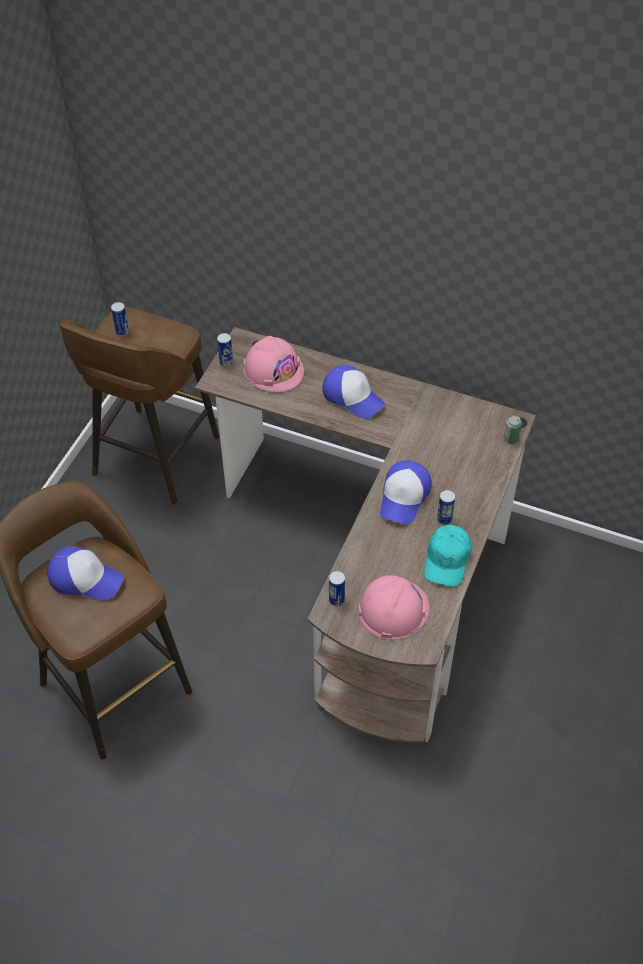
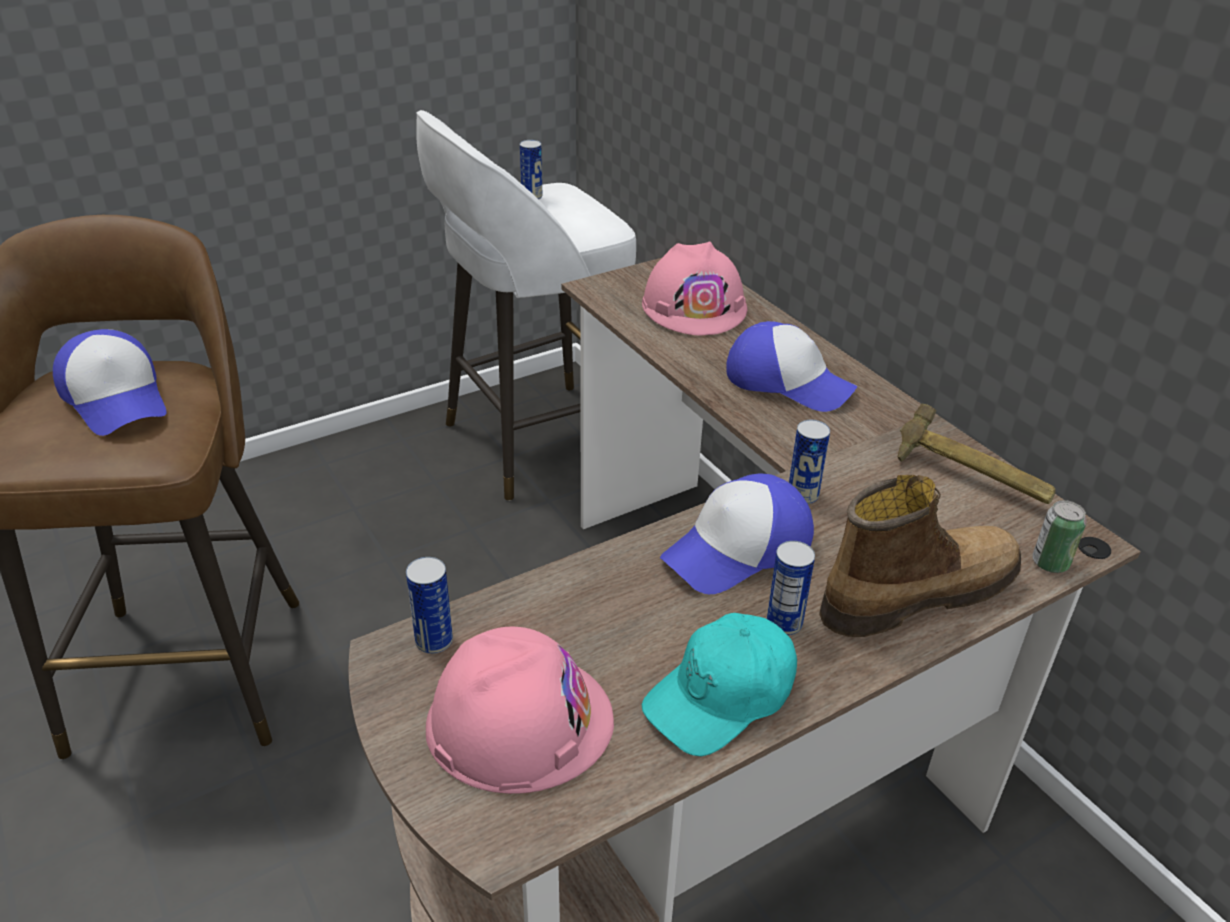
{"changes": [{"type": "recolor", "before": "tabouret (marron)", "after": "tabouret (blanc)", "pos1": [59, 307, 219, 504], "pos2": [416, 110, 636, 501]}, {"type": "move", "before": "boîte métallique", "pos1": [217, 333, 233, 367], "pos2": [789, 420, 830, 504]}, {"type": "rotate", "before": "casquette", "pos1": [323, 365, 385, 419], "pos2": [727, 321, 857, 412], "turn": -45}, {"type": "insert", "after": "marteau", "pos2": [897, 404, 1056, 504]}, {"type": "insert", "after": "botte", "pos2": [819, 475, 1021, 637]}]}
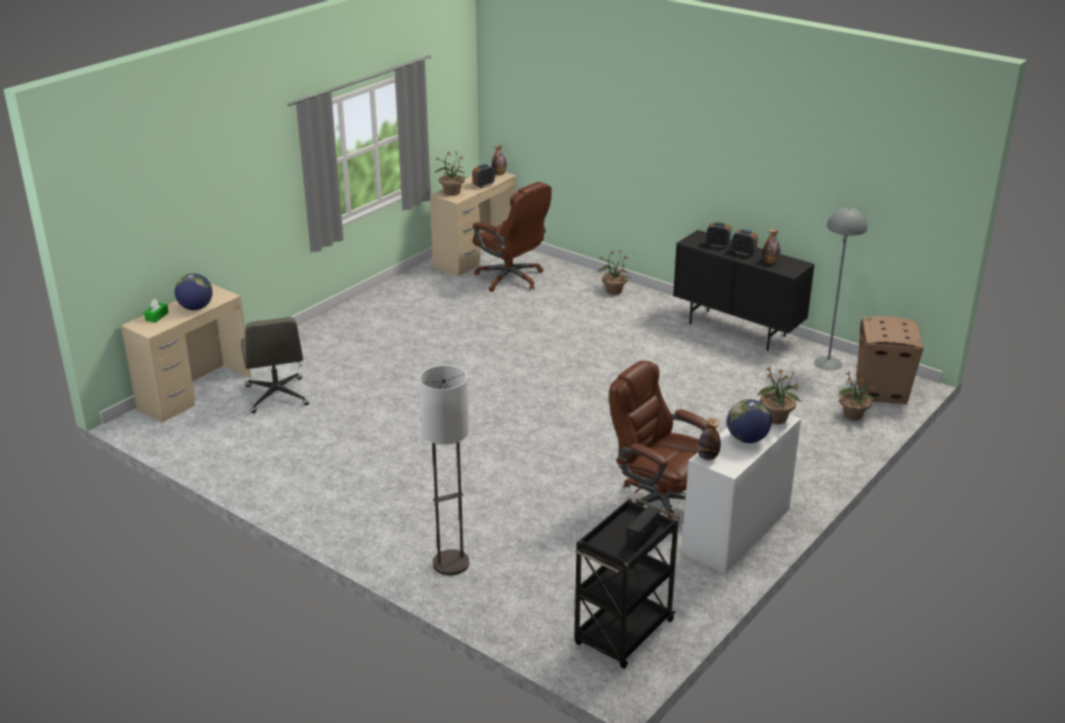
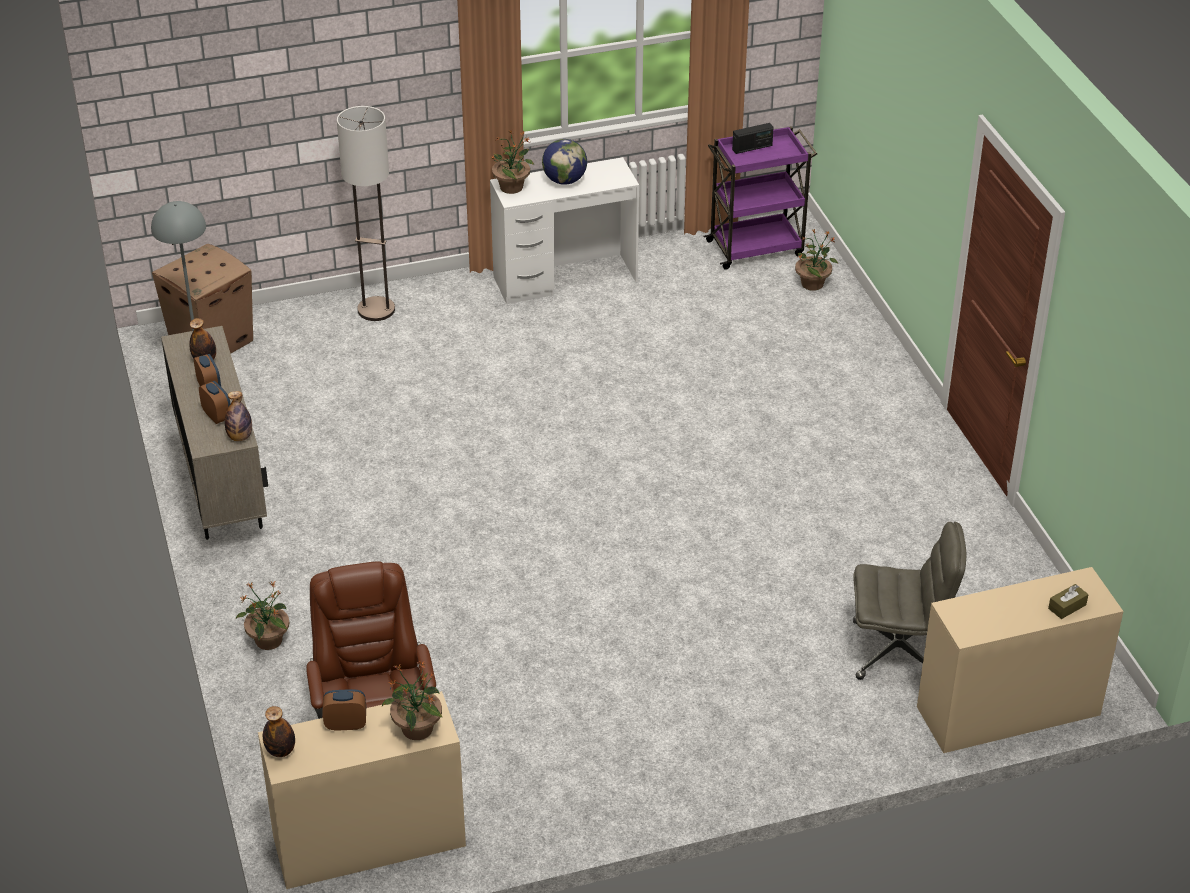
{"changes": [{"type": "recolor", "before": "meuble de rangement (noir)", "after": "meuble de rangement (beige)", "pos1": [673, 230, 815, 351], "pos2": [161, 326, 268, 540]}, {"type": "delete", "before": "globe", "pos1": [175, 273, 213, 310]}, {"type": "recolor", "before": "boîte à mouchoirs (vert)", "after": "boîte à mouchoirs (marron)", "pos1": [144, 299, 169, 323], "pos2": [1048, 584, 1088, 619]}, {"type": "rotate", "before": "chaise de bureau (gris)", "pos1": [241, 317, 309, 413], "pos2": [853, 522, 967, 680], "turn": 75}, {"type": "delete", "before": "chaise de bureau (marron)", "pos1": [609, 361, 708, 534]}, {"type": "move", "before": "lampadaire", "pos1": [419, 365, 469, 575], "pos2": [337, 106, 395, 321]}, {"type": "move", "before": "plante en pot", "pos1": [838, 372, 876, 420], "pos2": [795, 229, 838, 291]}, {"type": "move", "before": "bouteille", "pos1": [697, 418, 721, 461], "pos2": [225, 391, 252, 441]}, {"type": "recolor", "before": "chariot (noir)", "after": "chariot (violet)", "pos1": [574, 498, 680, 669], "pos2": [703, 126, 817, 270]}]}
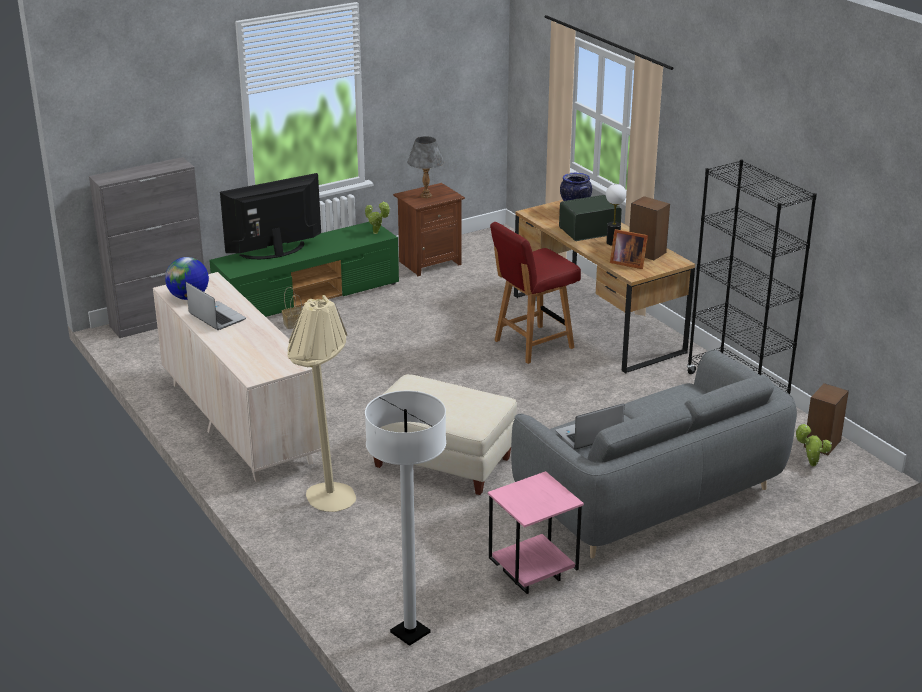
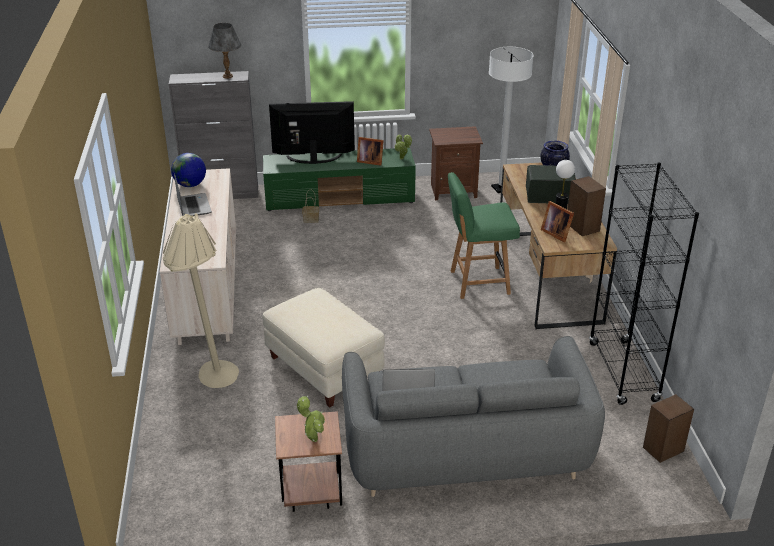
{"changes": [{"type": "move", "before": "lampe de table (gris)", "pos1": [407, 136, 444, 198], "pos2": [208, 23, 241, 79]}, {"type": "recolor", "before": "chaise (rouge)", "after": "chaise (vert)", "pos1": [490, 222, 581, 364], "pos2": [448, 172, 520, 299]}, {"type": "move", "before": "lampadaire (blanc)", "pos1": [365, 391, 446, 646], "pos2": [489, 47, 534, 193]}, {"type": "move", "before": "plante en pot", "pos1": [795, 423, 832, 466], "pos2": [297, 396, 325, 442]}, {"type": "recolor", "before": "table d'appoint (rose)", "after": "table d'appoint (marron)", "pos1": [488, 471, 584, 594], "pos2": [275, 411, 342, 512]}, {"type": "insert", "after": "cadre photo", "pos2": [357, 137, 384, 166]}]}
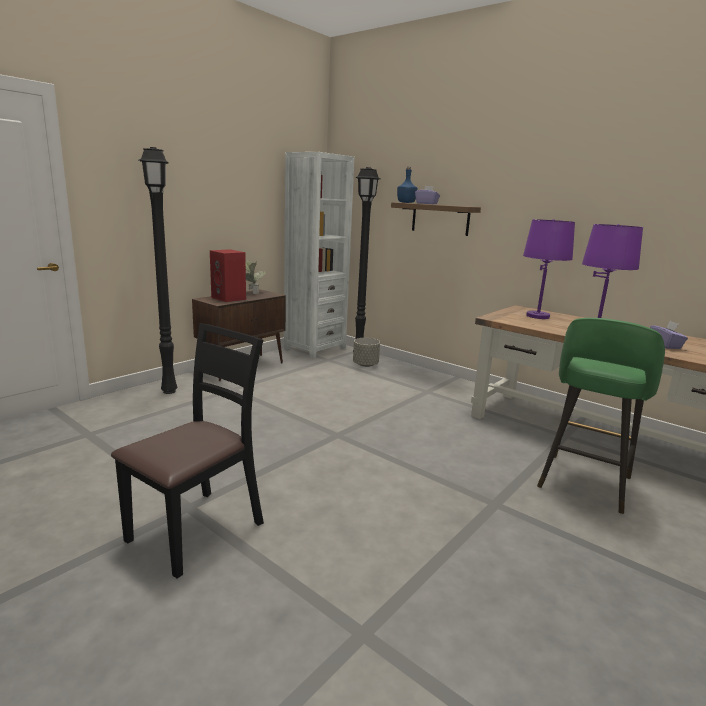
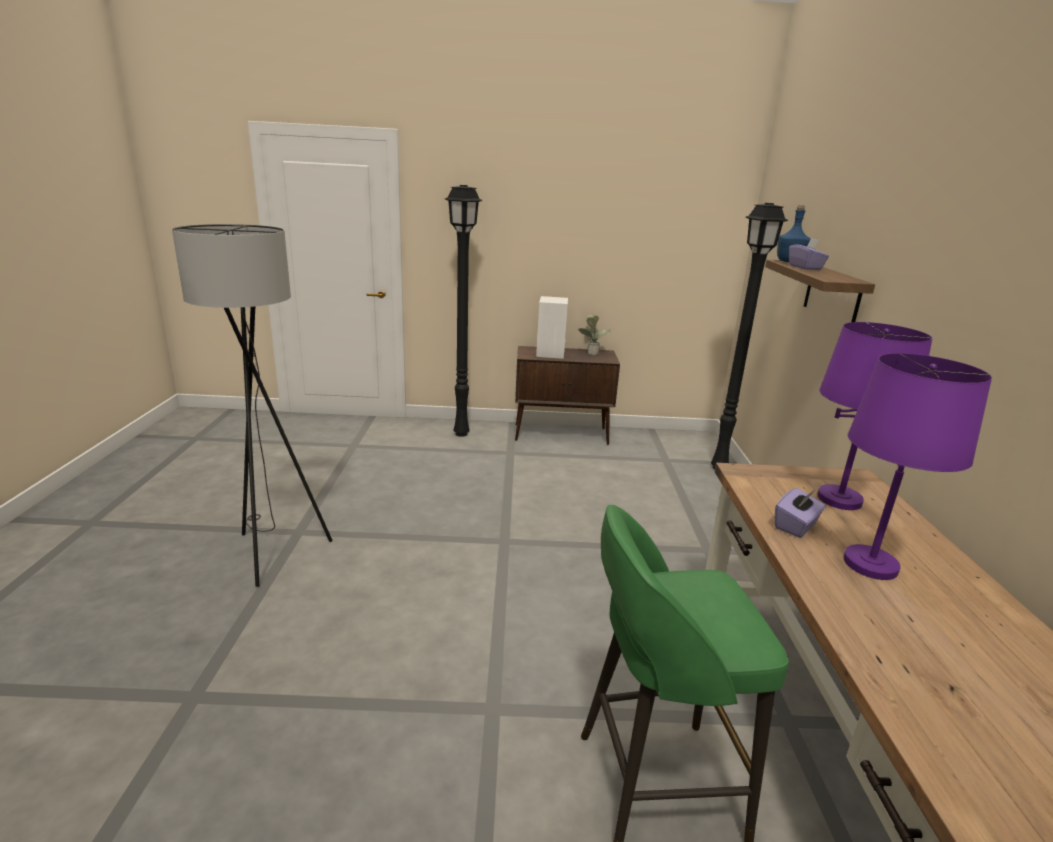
{"changes": [{"type": "delete", "before": "bibliothèque (blanc)", "pos1": [284, 152, 354, 358]}, {"type": "recolor", "before": "enceinte (rouge)", "after": "enceinte (blanc)", "pos1": [210, 249, 246, 302], "pos2": [536, 296, 568, 359]}, {"type": "move", "before": "boîte à mouchoirs (violet)", "pos1": [650, 321, 688, 349], "pos2": [775, 488, 826, 538]}, {"type": "replace", "before": "chaise (noir)", "after": "lampadaire (gris)", "pos1": [111, 323, 264, 579], "pos2": [172, 224, 333, 587]}, {"type": "delete", "before": "cache-pot (gris)", "pos1": [353, 338, 380, 367]}]}
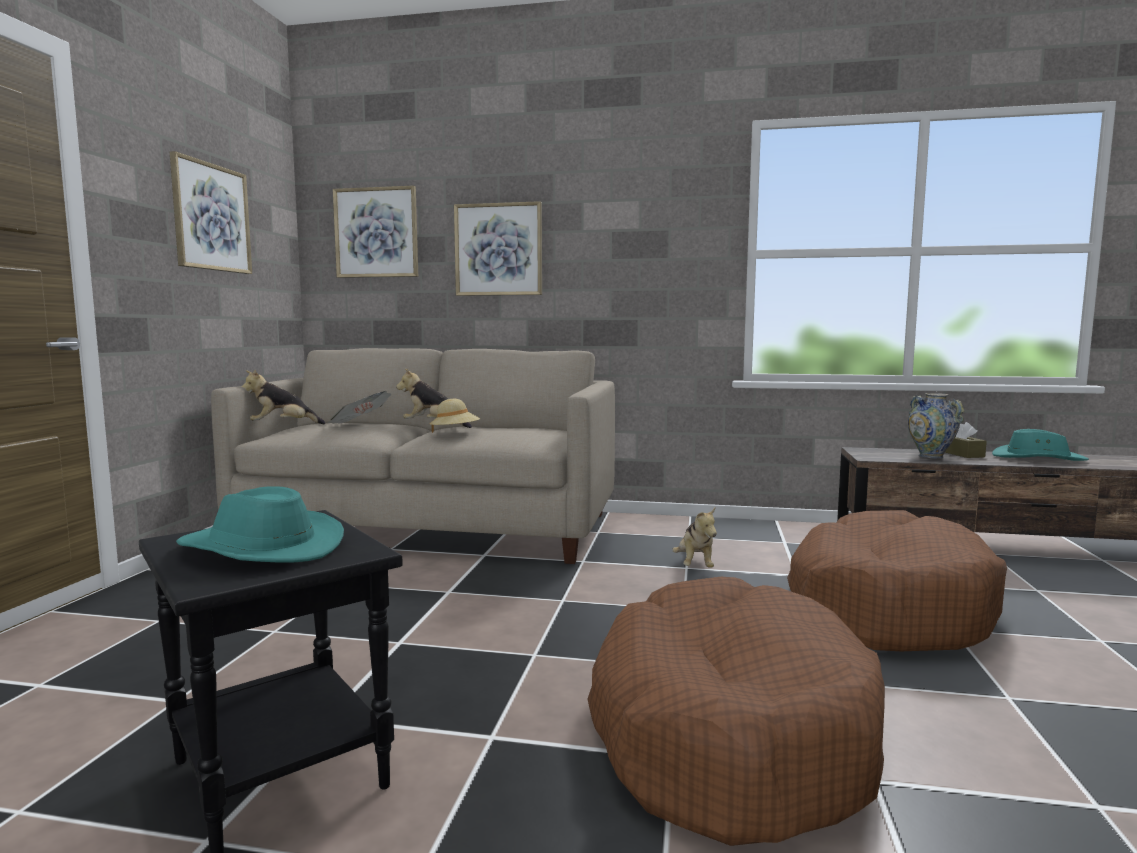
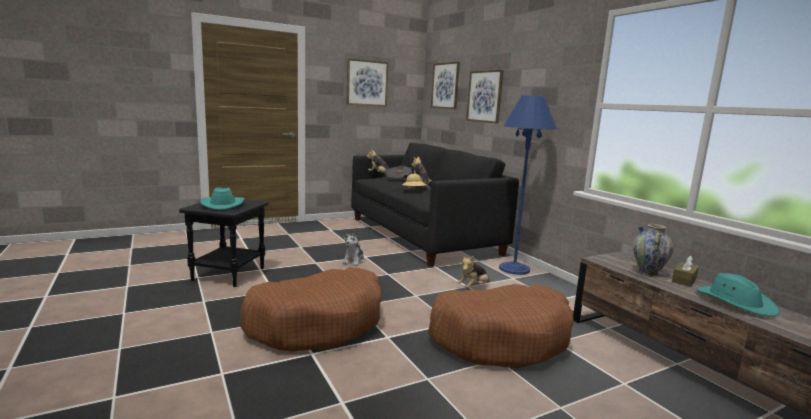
{"changes": [{"type": "recolor", "before": "canapé (beige)", "after": "canapé (noir)", "pos1": [211, 348, 615, 564], "pos2": [351, 143, 519, 267]}, {"type": "insert", "after": "lampadaire (bleu)", "pos2": [499, 95, 557, 275]}, {"type": "insert", "after": "peluche", "pos2": [343, 230, 365, 266]}]}
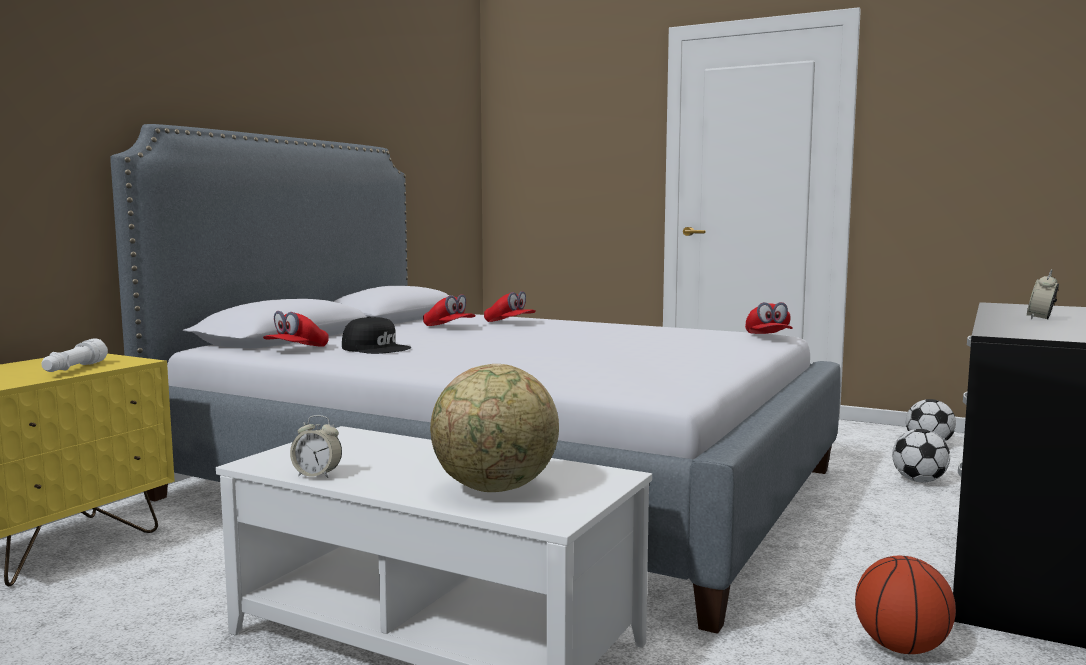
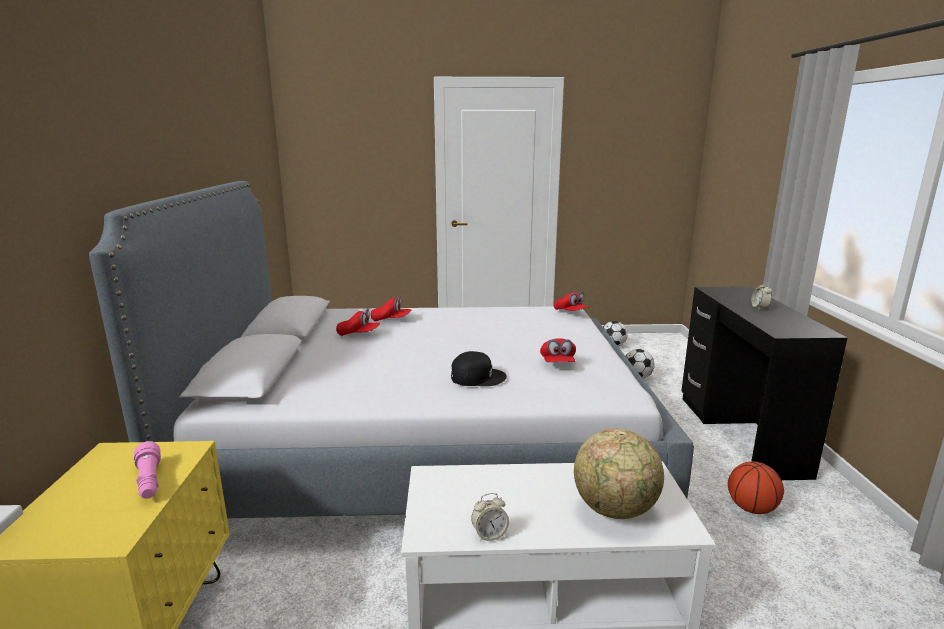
{"changes": [{"type": "move", "before": "casquette (rouge)", "pos1": [263, 311, 329, 347], "pos2": [540, 338, 576, 362]}, {"type": "move", "before": "casquette (noir)", "pos1": [342, 316, 411, 354], "pos2": [451, 351, 507, 386]}, {"type": "recolor", "before": "lampe de poche (blanc)", "after": "lampe de poche (rose)", "pos1": [41, 339, 108, 372], "pos2": [134, 441, 161, 499]}]}
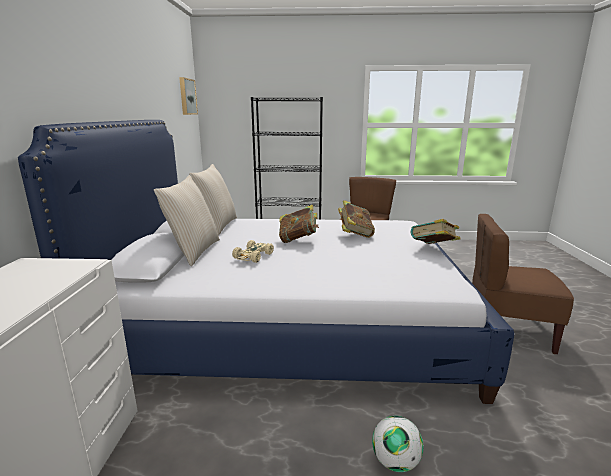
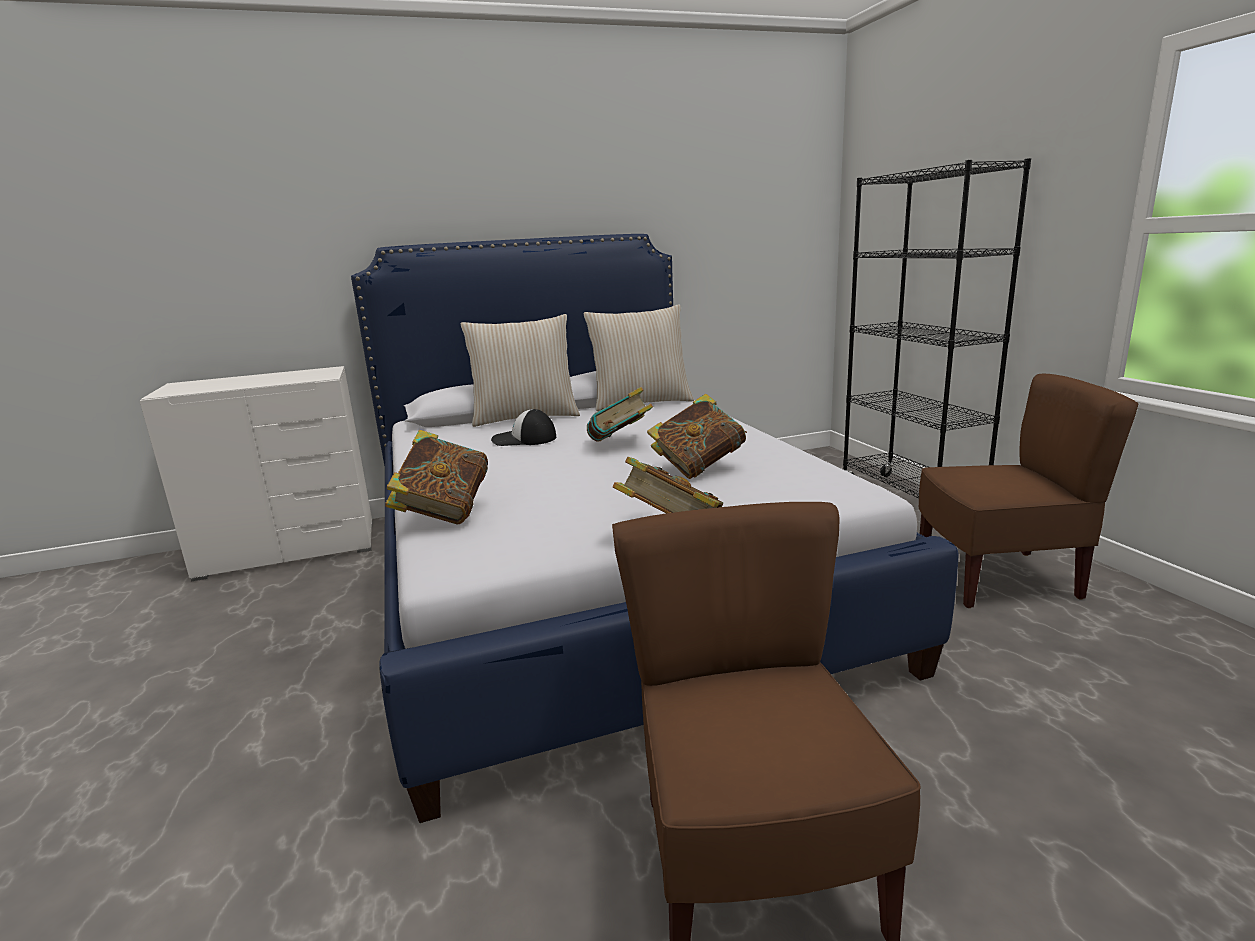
{"changes": [{"type": "delete", "before": "tableau", "pos1": [179, 77, 198, 115]}, {"type": "replace", "before": "petite voiture (beige)", "after": "casquette", "pos1": [232, 240, 274, 263], "pos2": [491, 409, 556, 446]}, {"type": "delete", "before": "ballon de foot", "pos1": [372, 416, 424, 472]}, {"type": "insert", "after": "livre", "pos2": [385, 430, 488, 524]}]}
